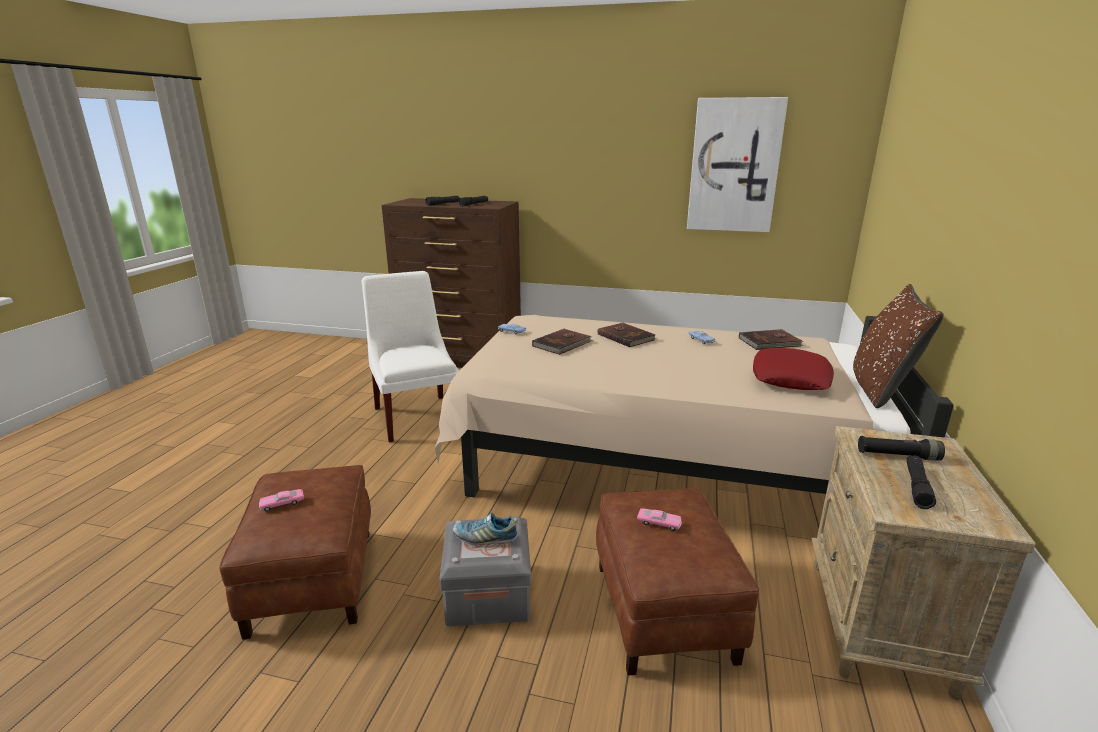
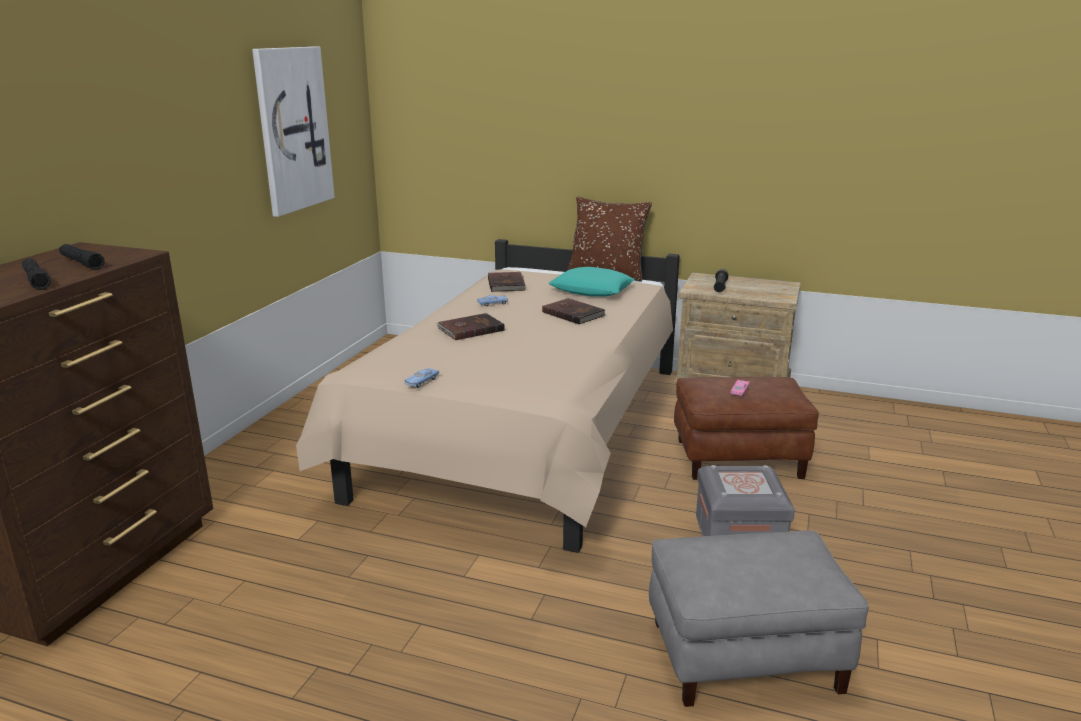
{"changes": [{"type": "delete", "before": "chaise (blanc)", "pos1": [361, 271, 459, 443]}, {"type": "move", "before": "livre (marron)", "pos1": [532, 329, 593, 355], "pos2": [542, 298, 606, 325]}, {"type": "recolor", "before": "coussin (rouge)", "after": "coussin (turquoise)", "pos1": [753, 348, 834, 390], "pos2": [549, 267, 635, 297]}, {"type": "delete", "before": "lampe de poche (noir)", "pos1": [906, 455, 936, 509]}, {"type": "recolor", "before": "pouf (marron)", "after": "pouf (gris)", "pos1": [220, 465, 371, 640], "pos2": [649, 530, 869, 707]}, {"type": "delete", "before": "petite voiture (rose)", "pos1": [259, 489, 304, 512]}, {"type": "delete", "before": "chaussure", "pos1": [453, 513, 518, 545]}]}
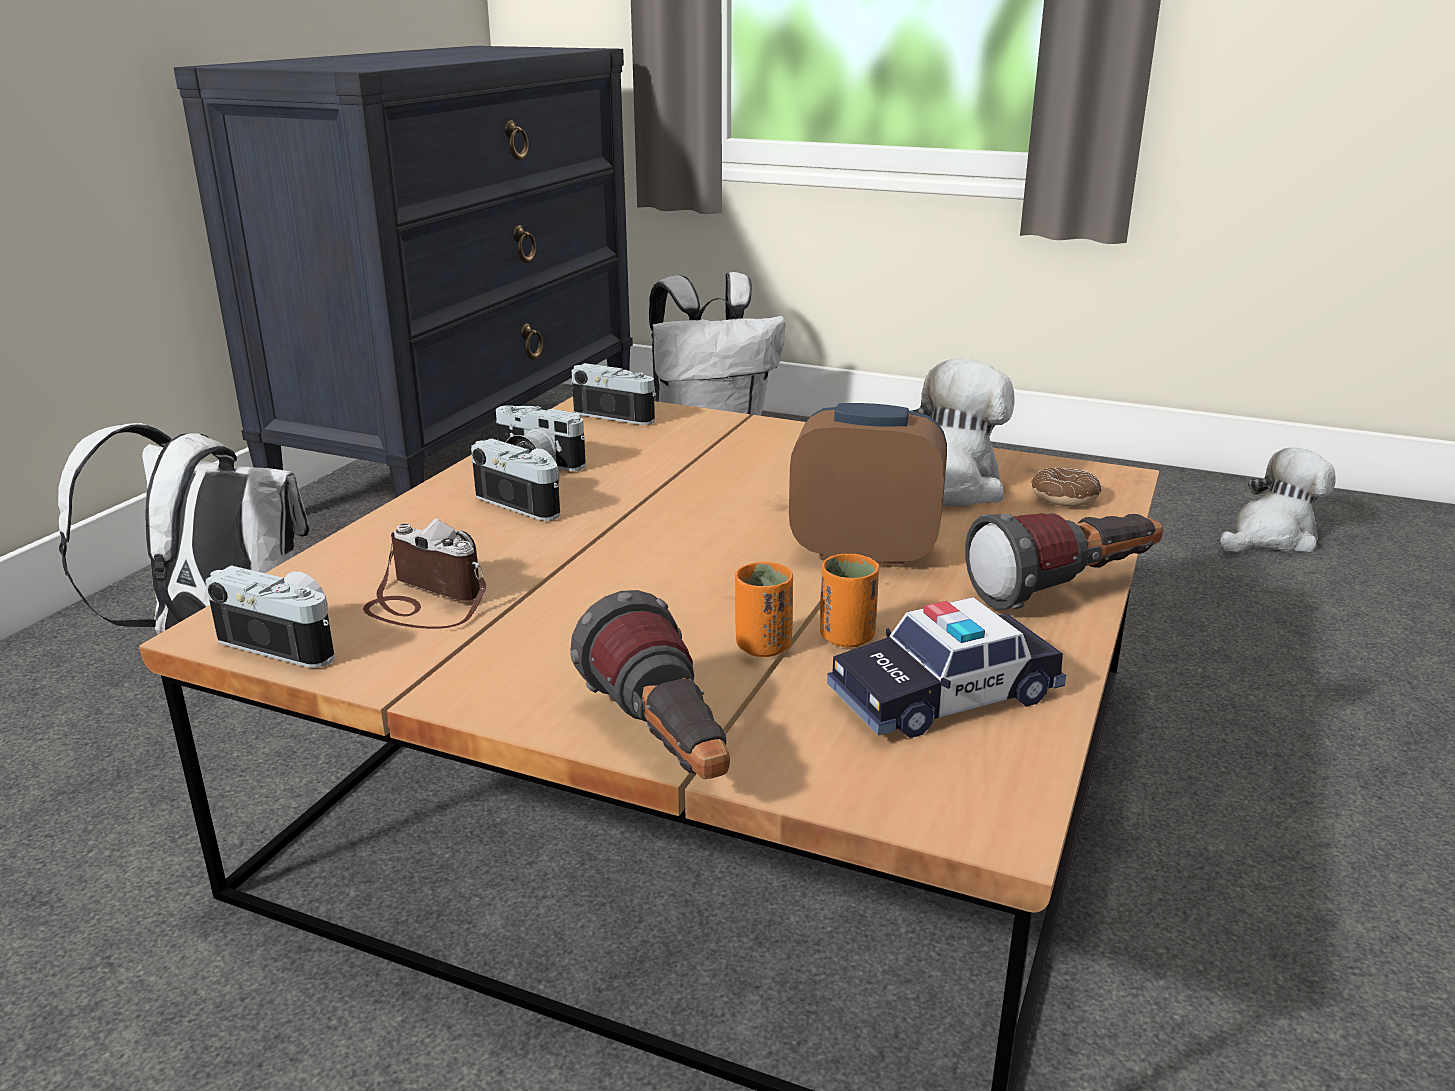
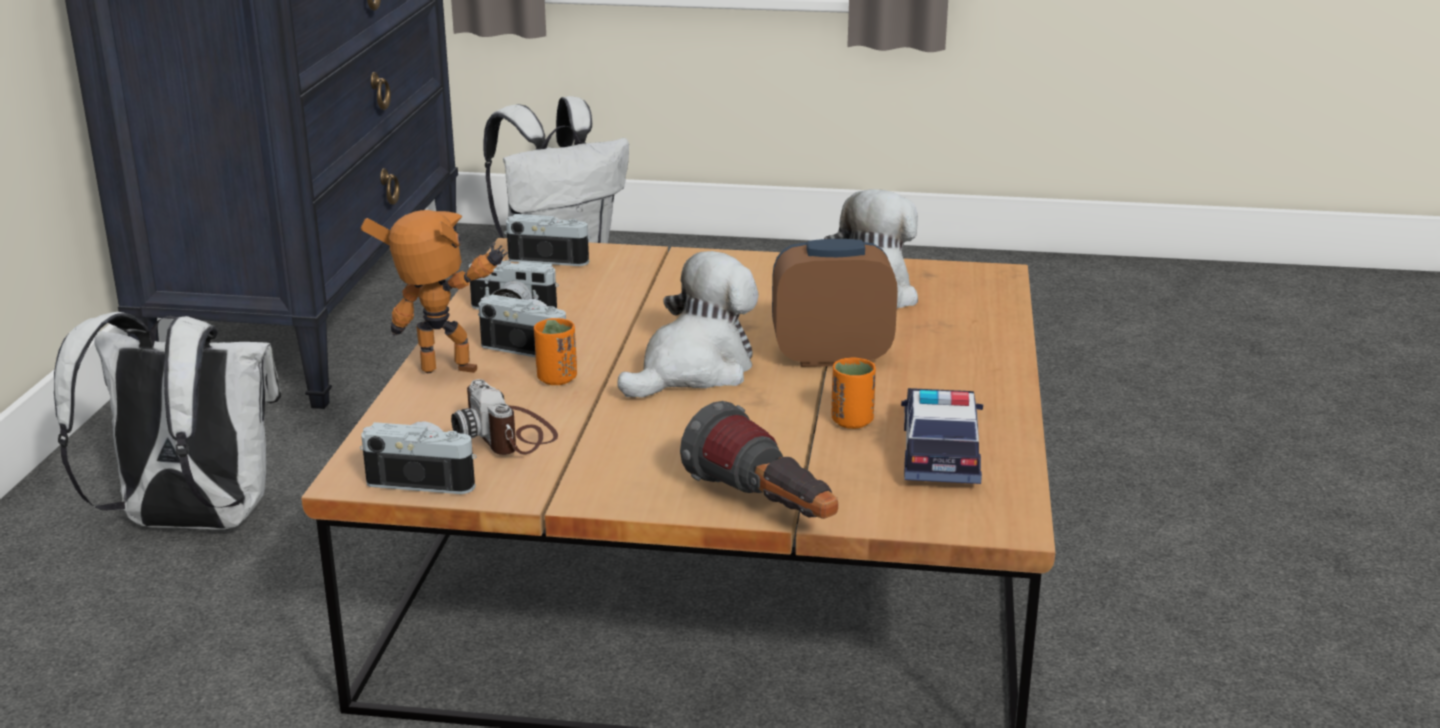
{"changes": [{"type": "move", "before": "peluche", "pos1": [1220, 448, 1336, 552], "pos2": [617, 251, 758, 398]}, {"type": "delete", "before": "beignet", "pos1": [1031, 467, 1101, 506]}, {"type": "delete", "before": "lampe de poche", "pos1": [965, 513, 1163, 610]}, {"type": "rotate", "before": "appareil photo", "pos1": [363, 519, 486, 629], "pos2": [451, 379, 558, 455], "turn": -135}, {"type": "move", "before": "tasse (orange)", "pos1": [735, 561, 793, 657], "pos2": [534, 318, 577, 385]}, {"type": "rotate", "before": "petite voiture", "pos1": [827, 597, 1066, 738], "pos2": [901, 388, 983, 484], "turn": 135}, {"type": "insert", "after": "robot jouet", "pos2": [361, 210, 508, 373]}]}
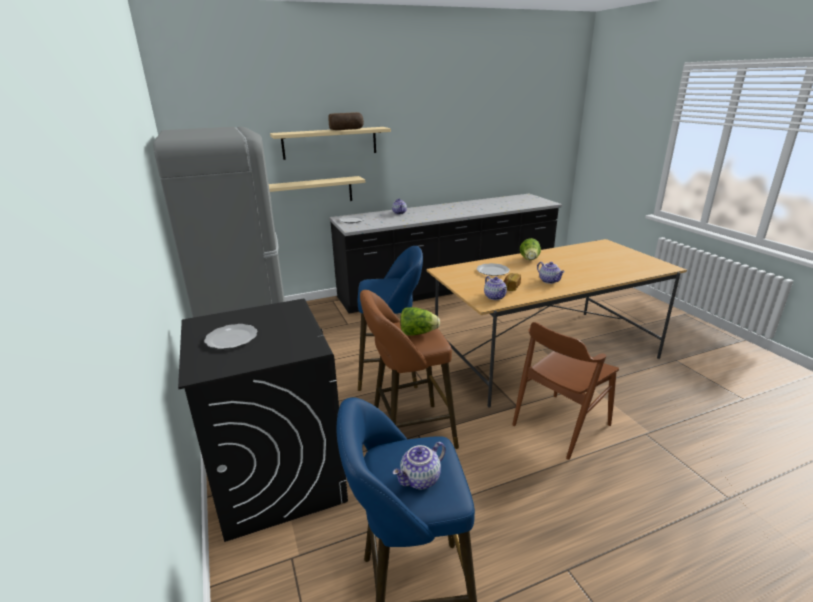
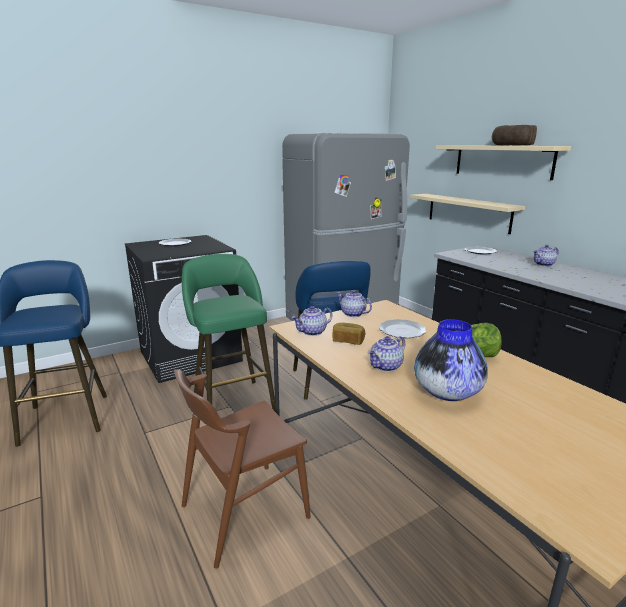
{"changes": [{"type": "recolor", "before": "tabouret (marron)", "after": "tabouret (vert)", "pos1": [360, 290, 459, 449], "pos2": [182, 254, 275, 411]}, {"type": "delete", "before": "laitue", "pos1": [400, 307, 440, 336]}, {"type": "rotate", "before": "chaise (marron)", "pos1": [512, 322, 619, 460], "pos2": [174, 369, 311, 569], "turn": -75}, {"type": "move", "before": "théière", "pos1": [392, 442, 446, 489], "pos2": [337, 290, 372, 317]}, {"type": "insert", "after": "vase", "pos2": [414, 319, 488, 401]}]}
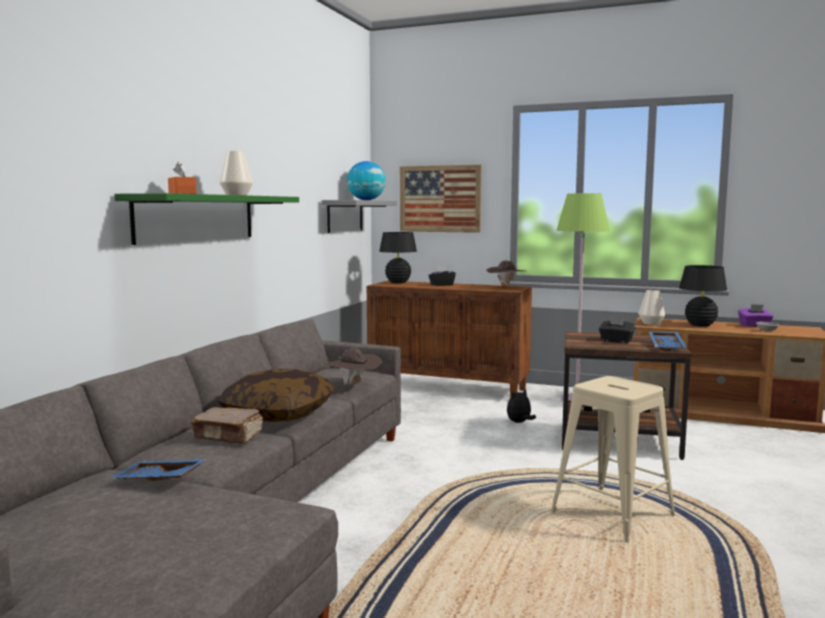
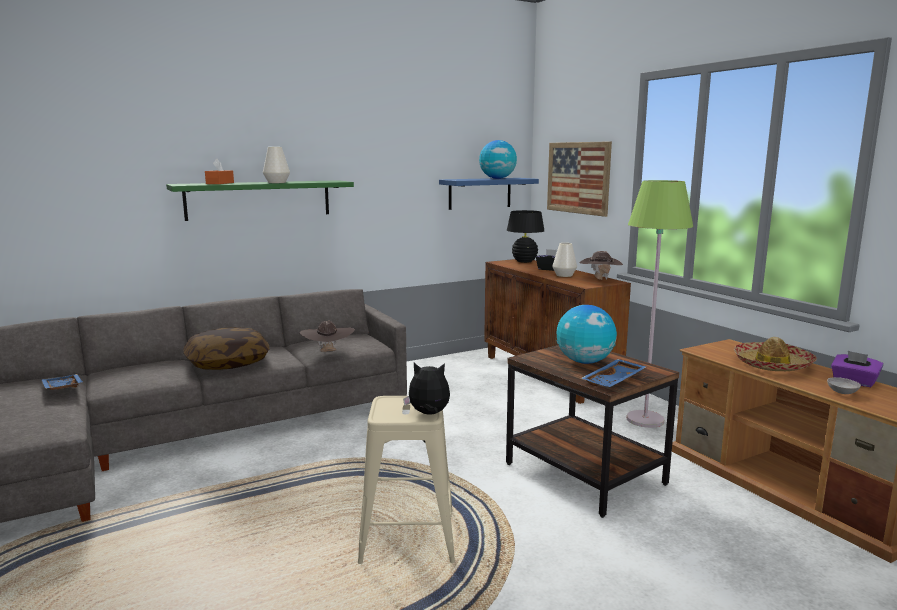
{"changes": [{"type": "recolor", "before": "étagère (gris)", "after": "étagère (bleu)", "pos1": [321, 200, 397, 233], "pos2": [439, 178, 539, 210]}, {"type": "replace", "before": "lampe de table (noir)", "after": "chapeau", "pos1": [679, 265, 727, 327], "pos2": [734, 337, 817, 371]}, {"type": "move", "before": "vase (blanc)", "pos1": [638, 290, 665, 325], "pos2": [552, 243, 577, 277]}, {"type": "replace", "before": "boîte à mouchoirs (noir)", "after": "globe", "pos1": [599, 316, 636, 343], "pos2": [557, 305, 617, 364]}, {"type": "move", "before": "peluche", "pos1": [507, 389, 536, 423], "pos2": [403, 363, 450, 415]}, {"type": "delete", "before": "livre (marron)", "pos1": [190, 407, 263, 444]}]}
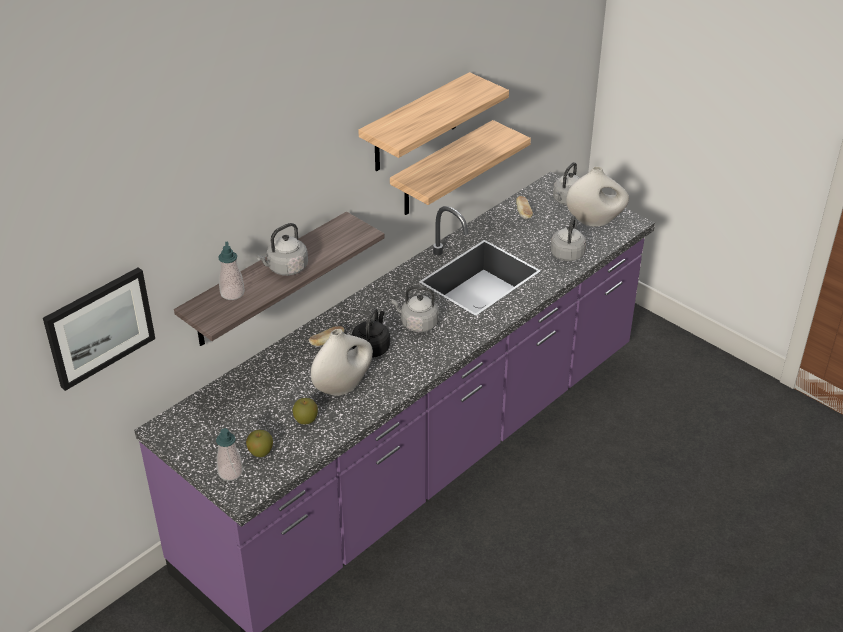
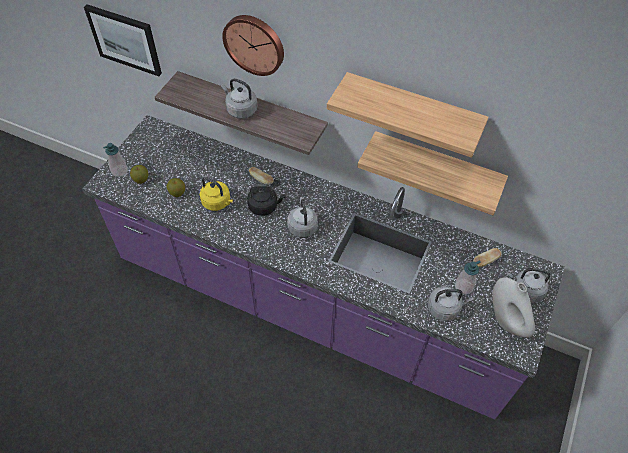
{"changes": [{"type": "move", "before": "distributeur de savon", "pos1": [218, 242, 245, 300], "pos2": [455, 260, 481, 295]}, {"type": "replace", "before": "vase (blanc)", "after": "bouilloire (jaune)", "pos1": [311, 329, 373, 396], "pos2": [200, 177, 233, 211]}, {"type": "insert", "after": "horloge murale", "pos2": [222, 15, 284, 76]}]}
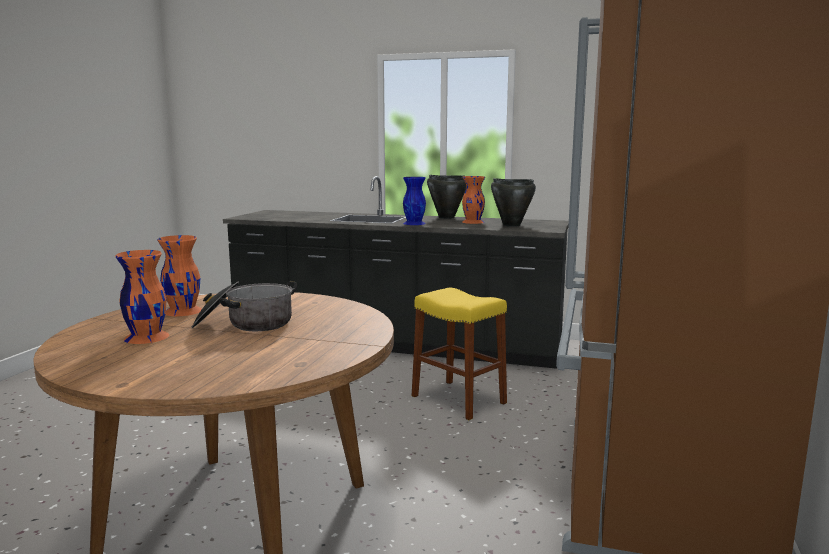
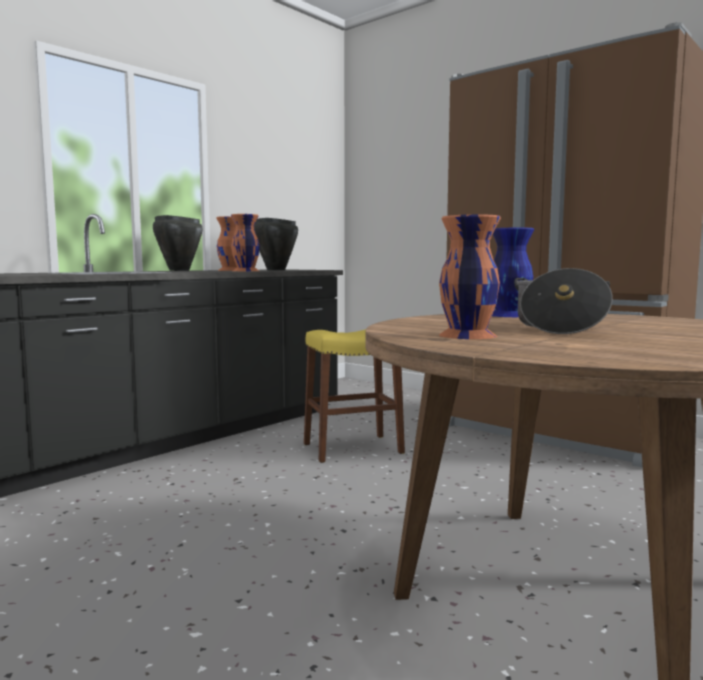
{"changes": [{"type": "move", "before": "vase (bleu)", "pos1": [403, 177, 426, 225], "pos2": [492, 227, 535, 317]}, {"type": "move", "before": "vase (orange)", "pos1": [115, 250, 169, 344], "pos2": [231, 214, 260, 271]}]}
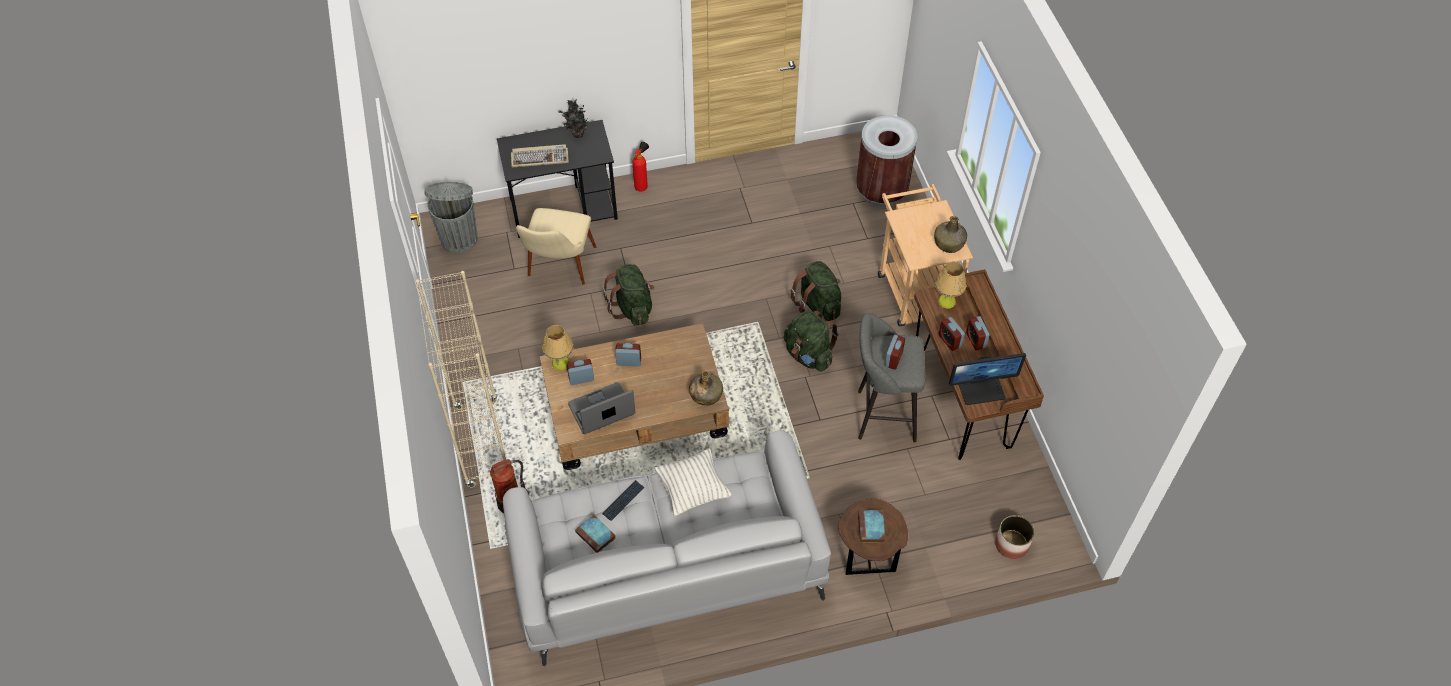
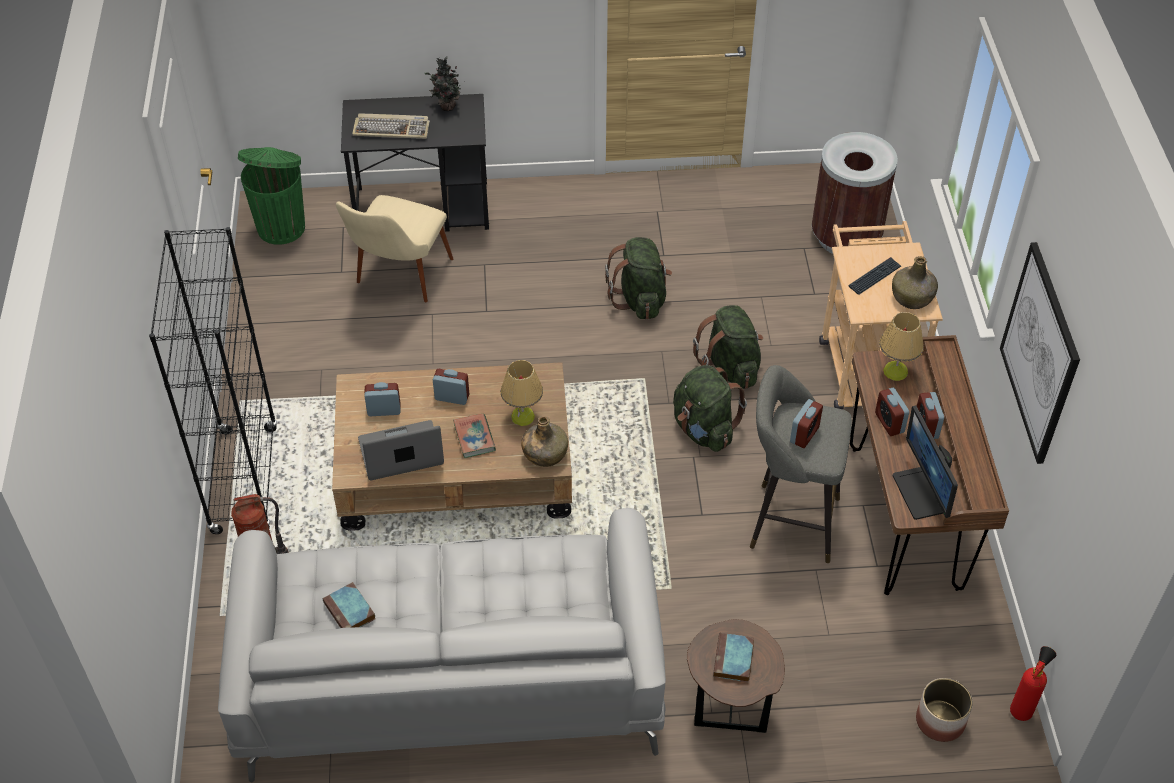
{"changes": [{"type": "move", "before": "extincteur", "pos1": [632, 142, 649, 192], "pos2": [1010, 646, 1056, 721]}, {"type": "recolor", "before": "poubelle (gris)", "after": "poubelle (vert)", "pos1": [424, 182, 478, 253], "pos2": [238, 147, 305, 245]}, {"type": "move", "before": "sac à dos (vert)", "pos1": [603, 264, 654, 325], "pos2": [605, 237, 672, 319]}, {"type": "recolor", "before": "bibliothèque (beige)", "after": "bibliothèque (noir)", "pos1": [416, 271, 506, 488], "pos2": [149, 227, 278, 534]}, {"type": "move", "before": "lampe de table", "pos1": [542, 325, 574, 370], "pos2": [500, 360, 543, 426]}, {"type": "rotate", "before": "écran d'ordinateur", "pos1": [949, 353, 1026, 405], "pos2": [892, 406, 958, 520], "turn": 75}, {"type": "delete", "before": "coussin", "pos1": [654, 448, 732, 516]}, {"type": "move", "before": "clavier", "pos1": [602, 480, 645, 521], "pos2": [848, 257, 901, 295]}, {"type": "insert", "after": "tableau", "pos2": [1000, 242, 1080, 464]}, {"type": "insert", "after": "livre", "pos2": [453, 413, 496, 458]}]}
